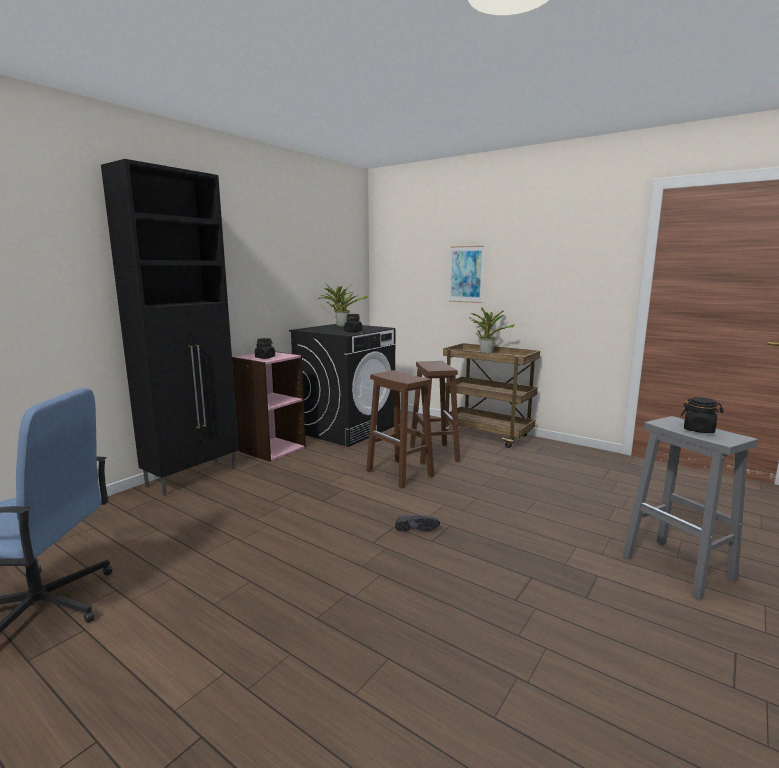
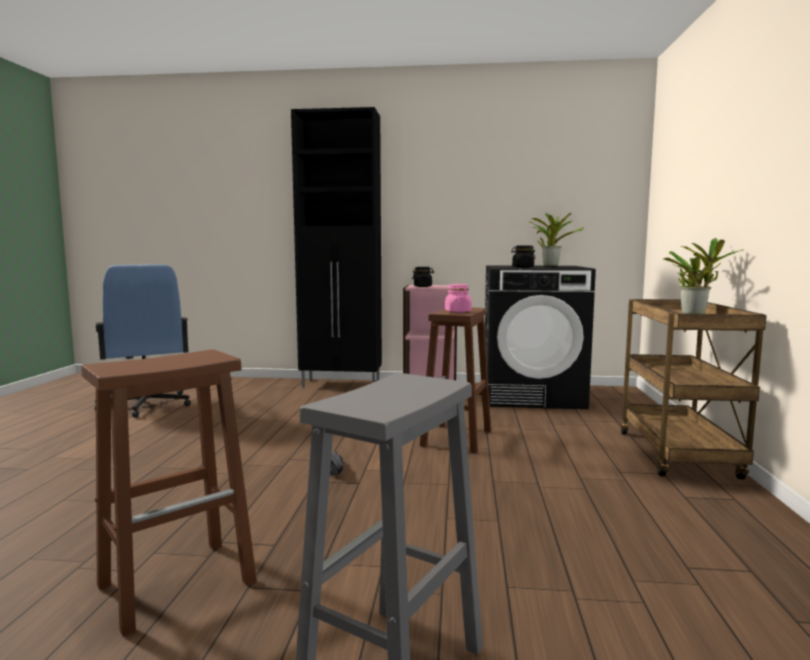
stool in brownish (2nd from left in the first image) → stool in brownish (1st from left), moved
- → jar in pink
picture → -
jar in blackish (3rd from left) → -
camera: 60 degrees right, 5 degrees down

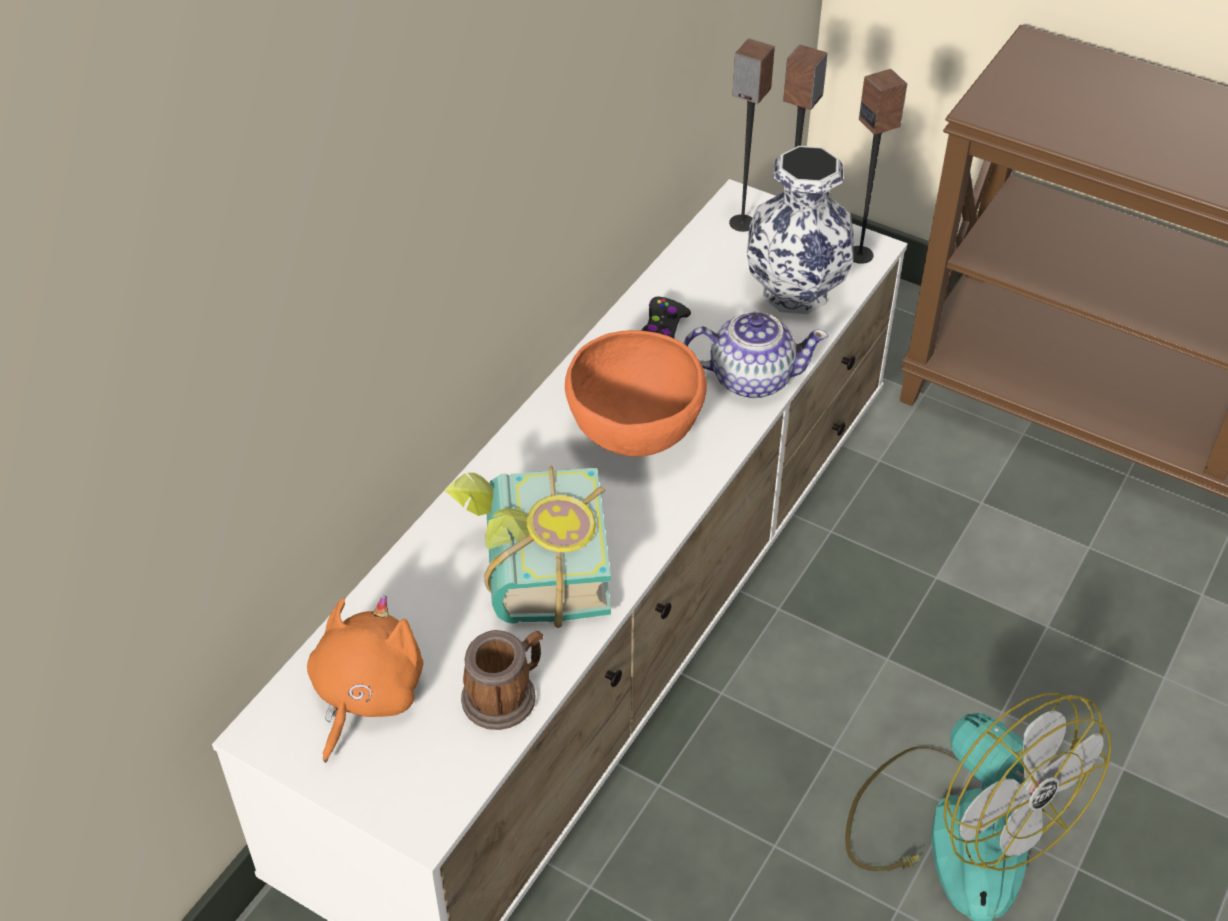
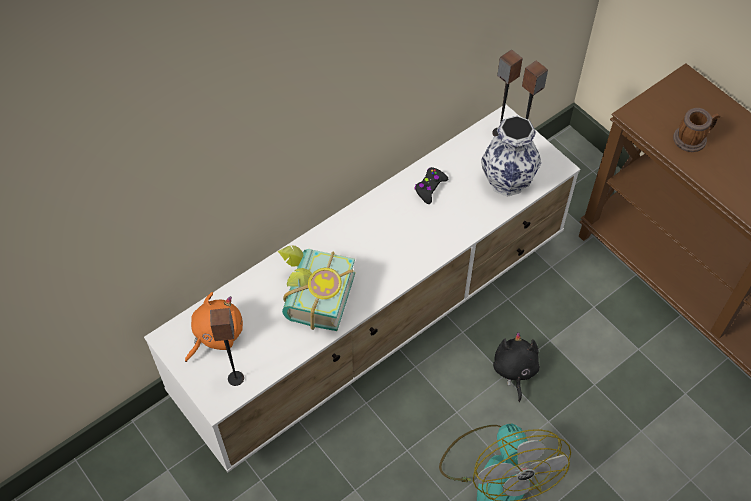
loudspeaker (3rd from left in the first image) → loudspeaker (1st from left), moved
- → soft toy in blackish
tea mug, moved
deep dish in orangey → -
teapot → -
camera: 20 degrees right, 10 degrees up

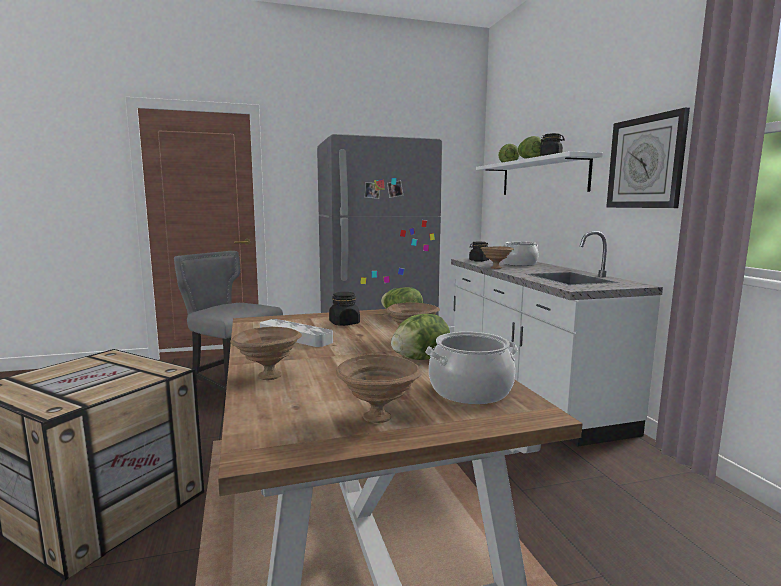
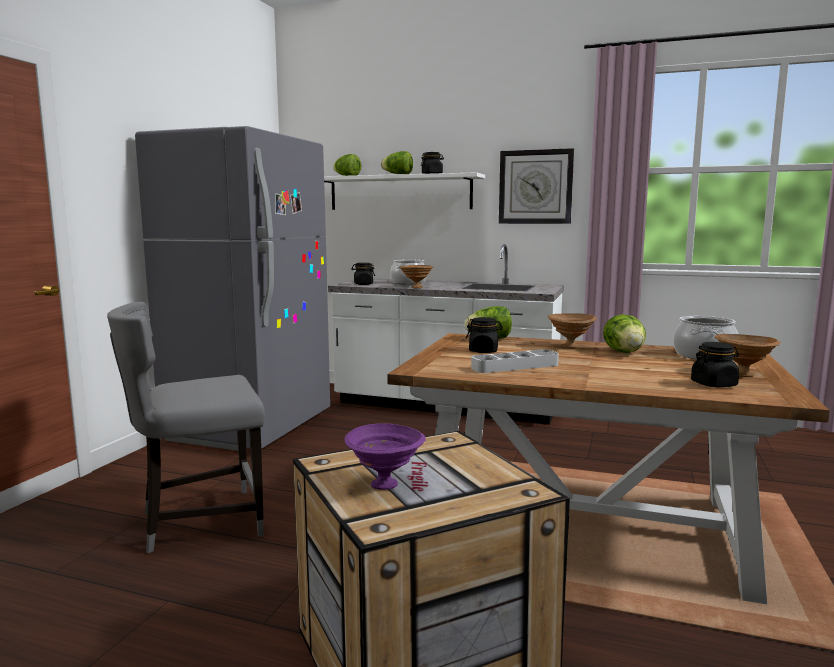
- → deep dish in purple
- → jar in blackish (4th from left)
deep dish in brownish (1st from left) → -
camera: 55 degrees left, 0 degrees up

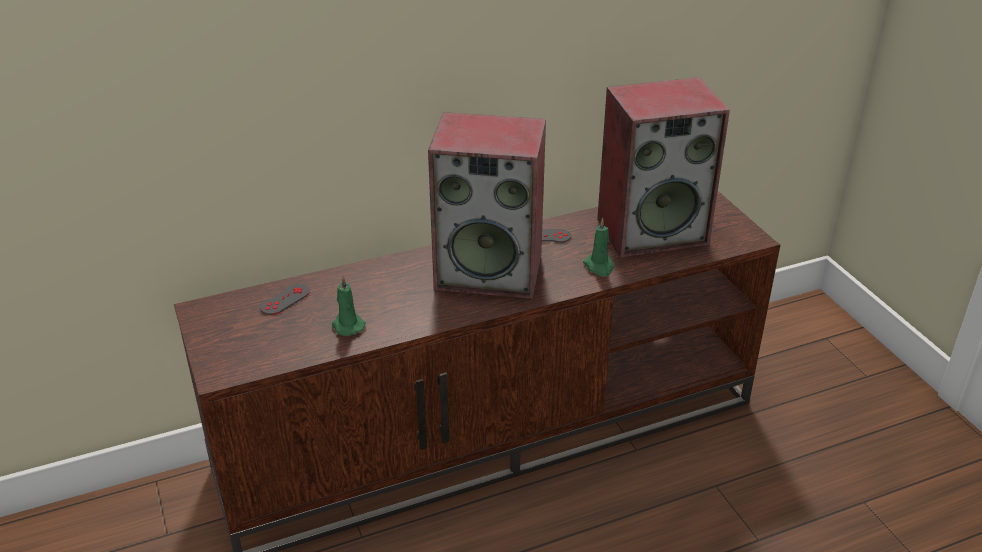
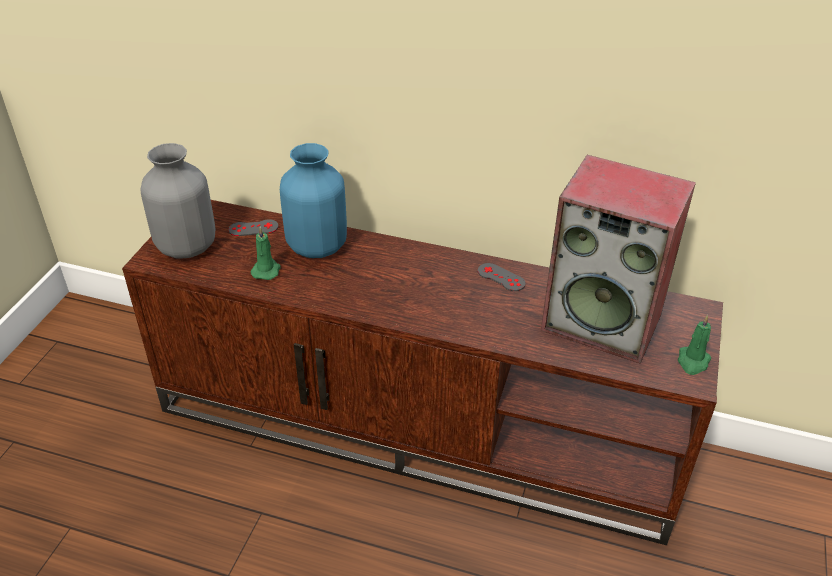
- → flower vase in gray
- → flower vase in blue-coloured
wax candle in greenish (2nd from left), moved
loudspeaker (1st from left) → -
camera: 40 degrees right, 5 degrees up

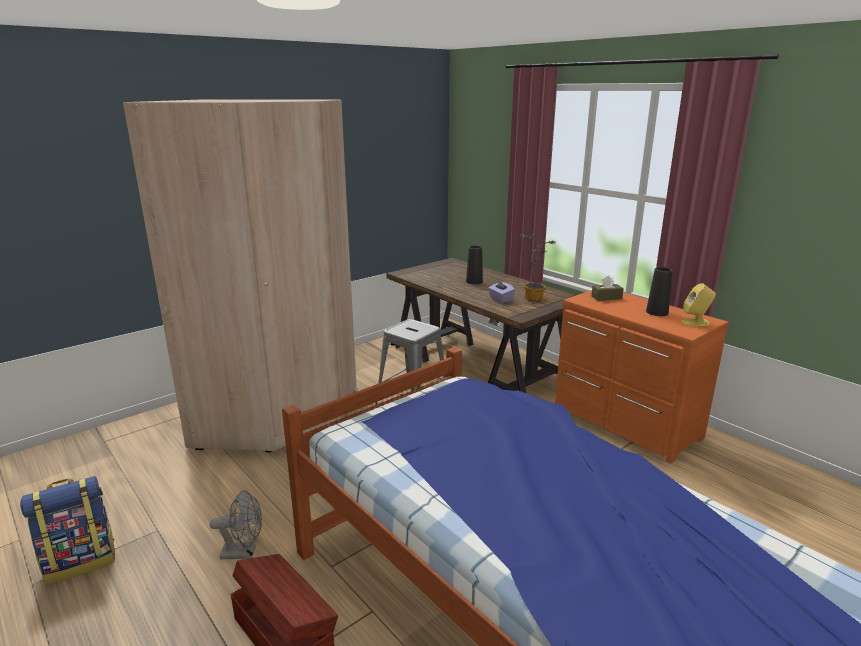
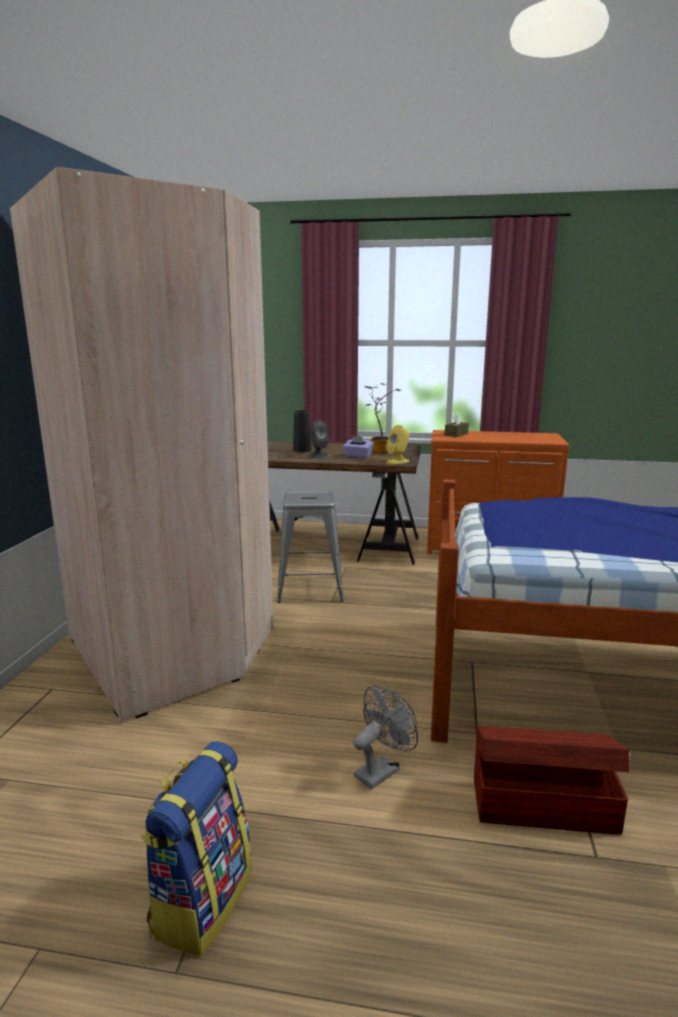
- → loudspeaker in gray
loudspeaker in yellow, moved
flower vase in blackish (2nd from left) → -
camera: 40 degrees left, 5 degrees down

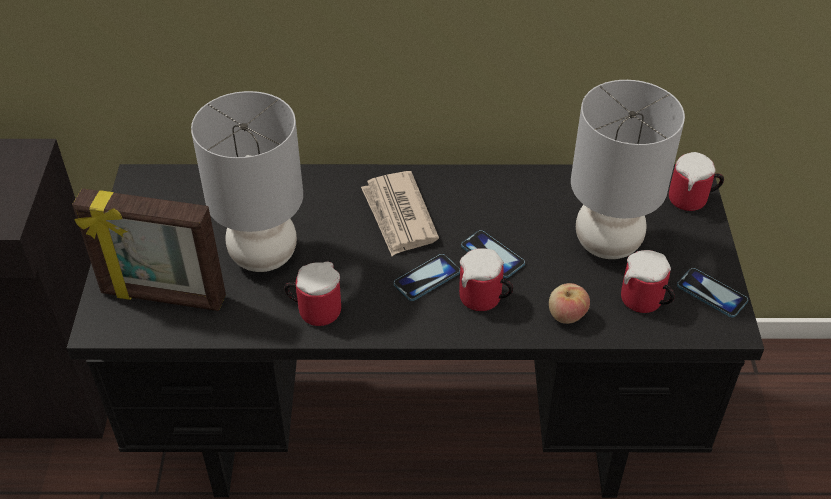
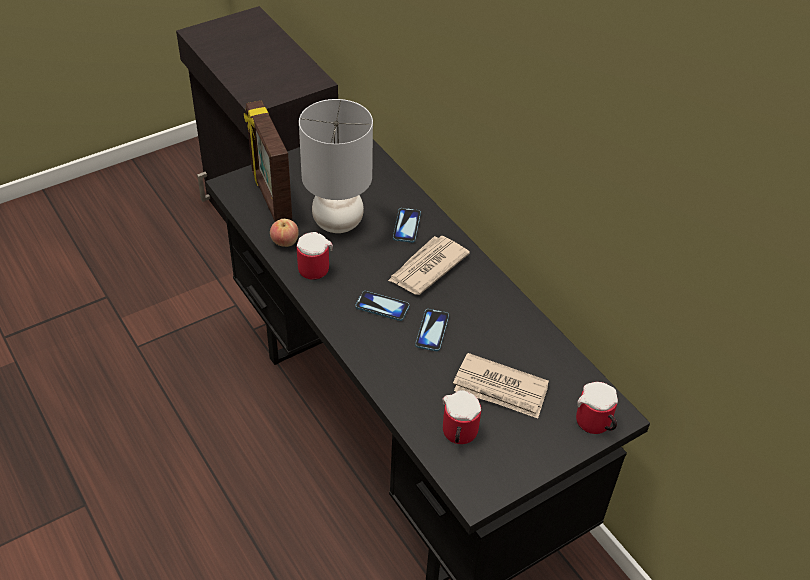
apple, moved
phone (3rd from left in the first image) → phone (2nd from left), moved
lamp for a table in gray (2nd from left) → newspaper (2nd from left)
tea mug (2nd from left) → -
camera: 55 degrees right, 0 degrees up

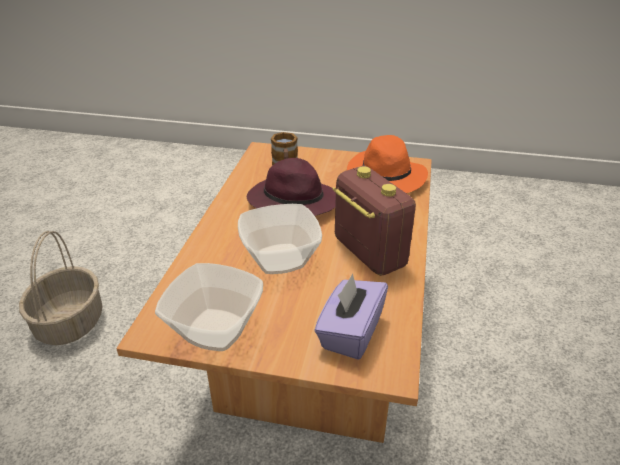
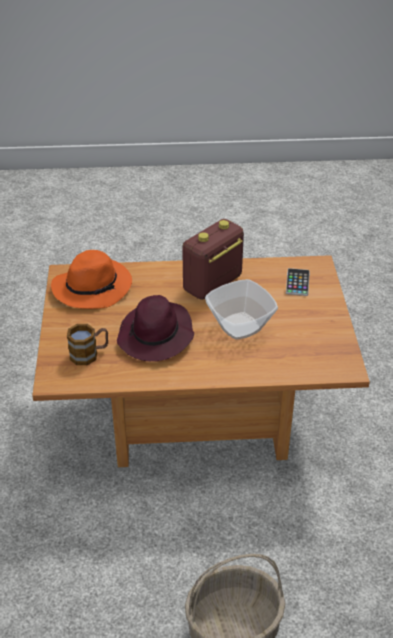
tissue box in purple → phone
deep dish (1st from left) → -
camera: 105 degrees left, 5 degrees up

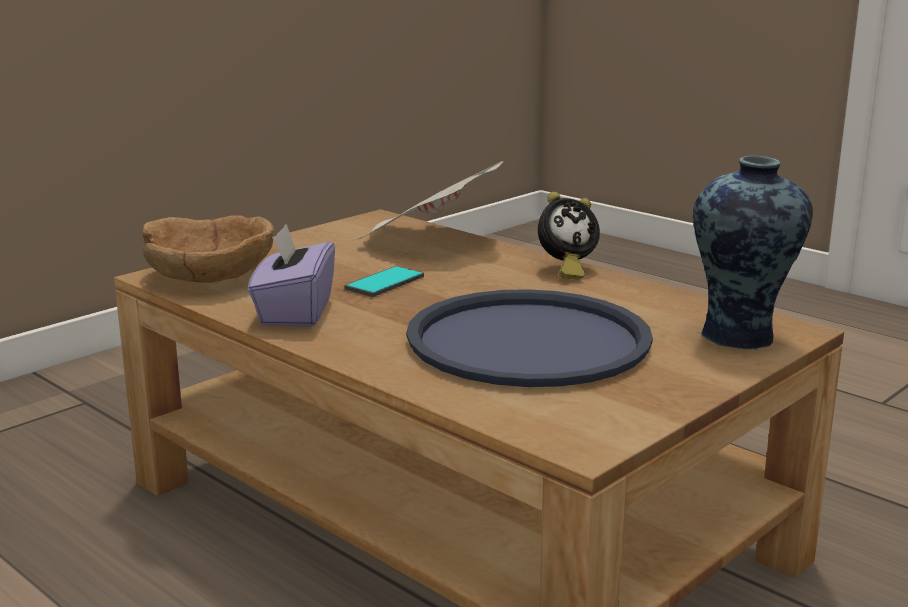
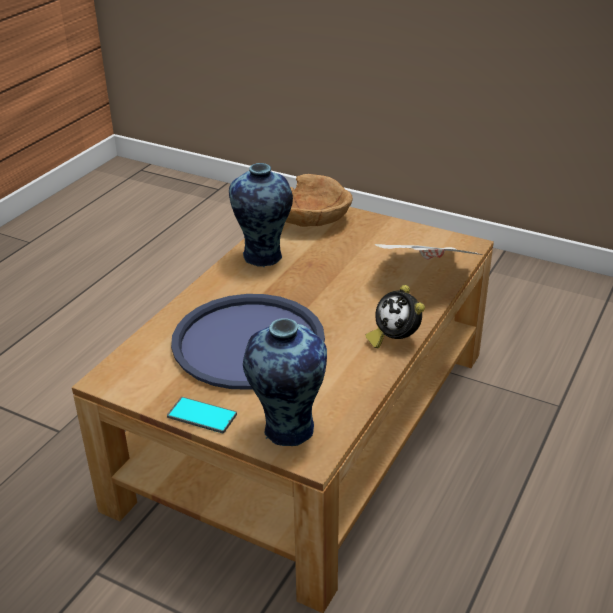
phone, moved
tissue box in purple → flower vase (1st from left)
camera: 75 degrees right, 15 degrees up

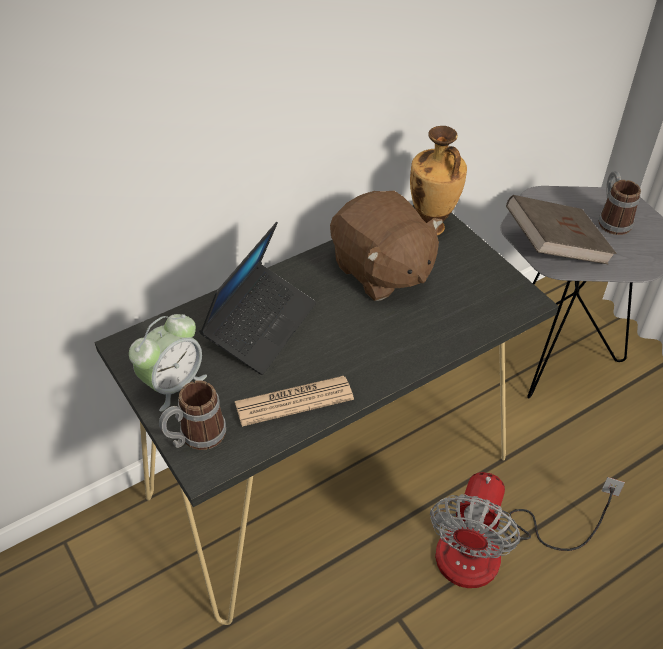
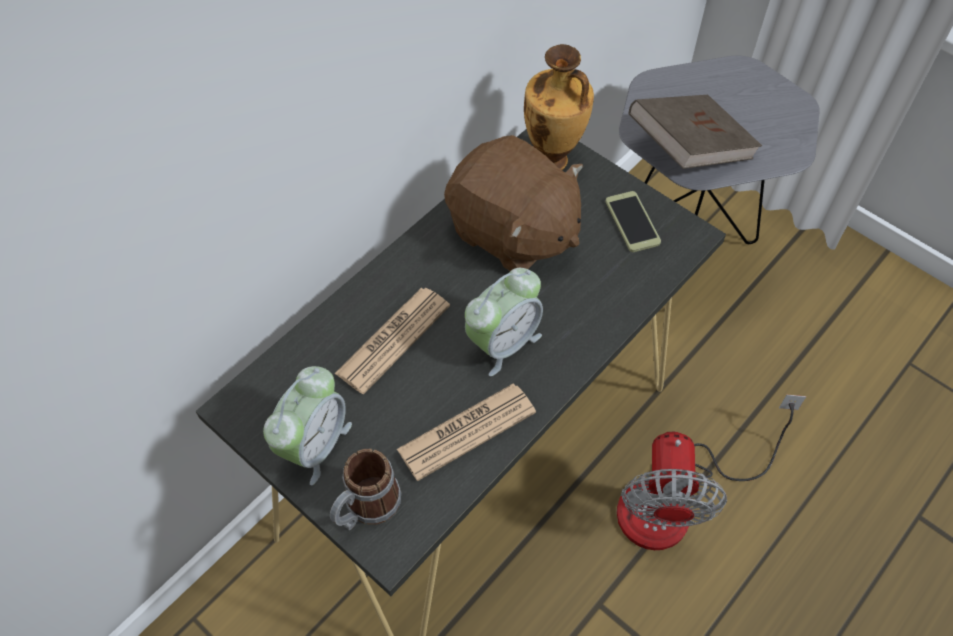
laptop → newspaper (1st from left)
- → table clock (2nd from left)
- → phone
tea mug (2nd from left) → -
camera: 15 degrees left, 10 degrees up

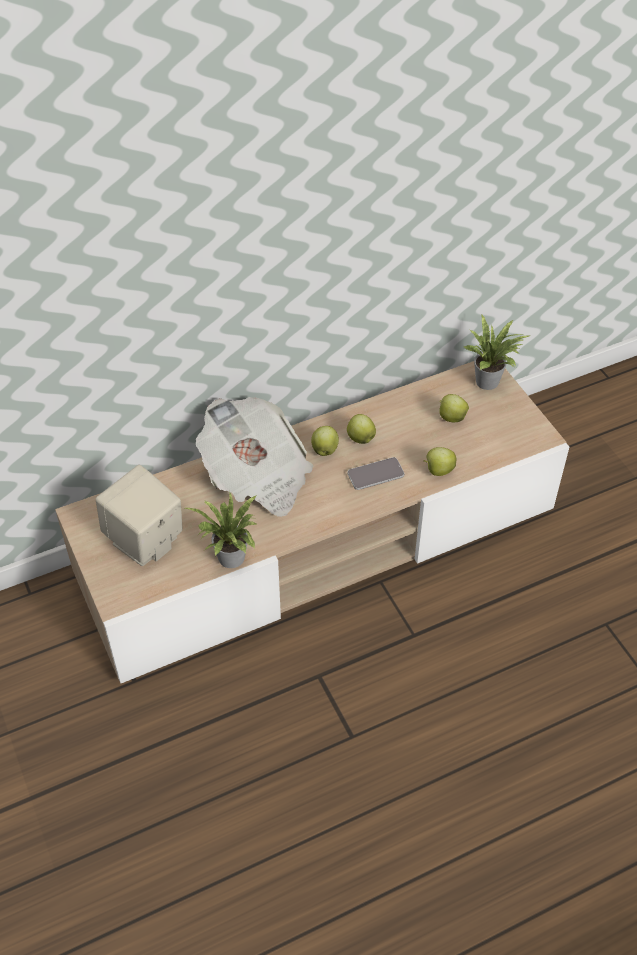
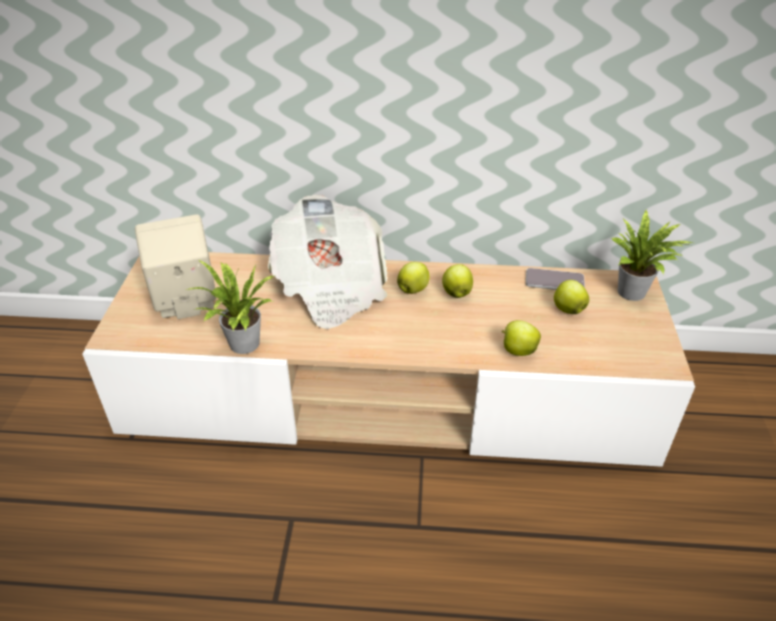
phone, moved
camera: 30 degrees right, 10 degrees down

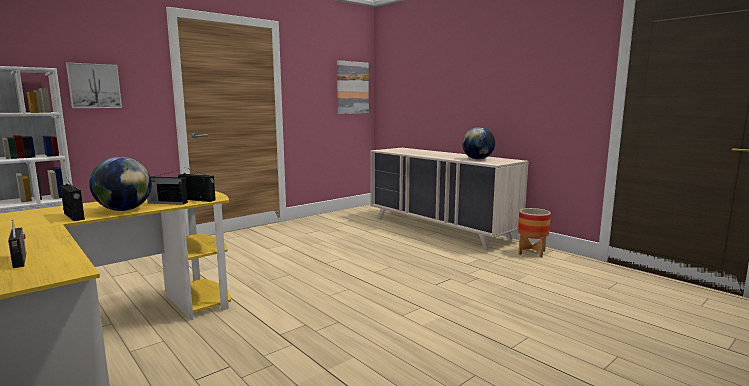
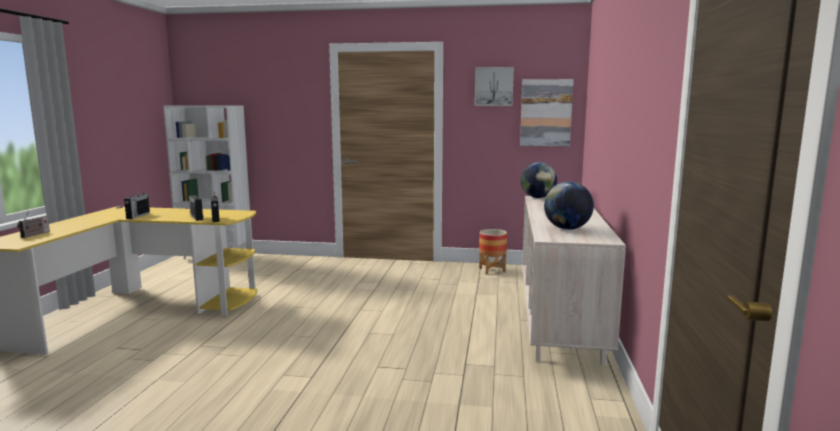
picture (1st from left), moved
flower pot, moved
world globe (1st from left), moved
camera: 50 degrees right, 0 degrees up

